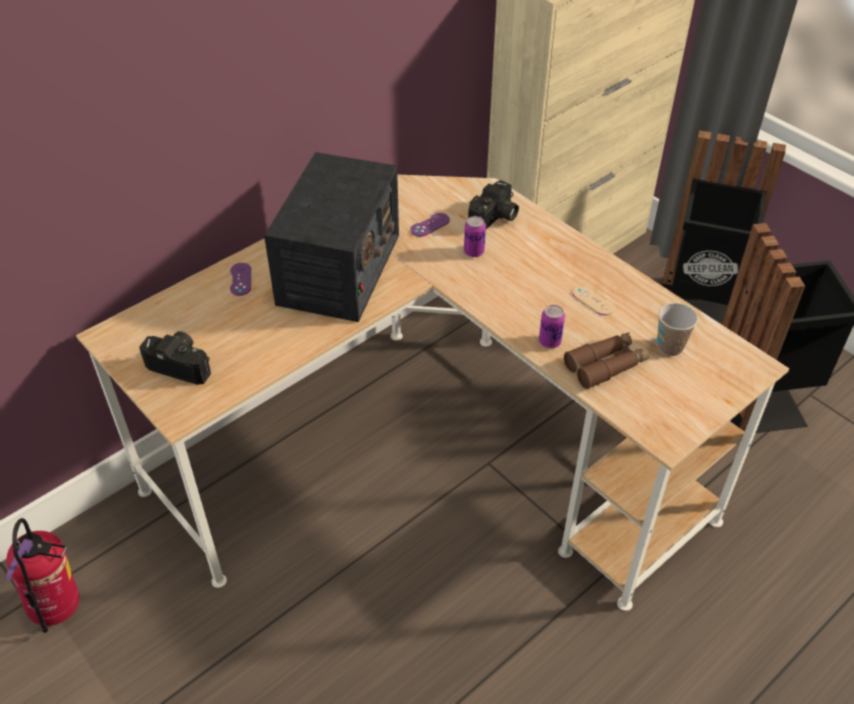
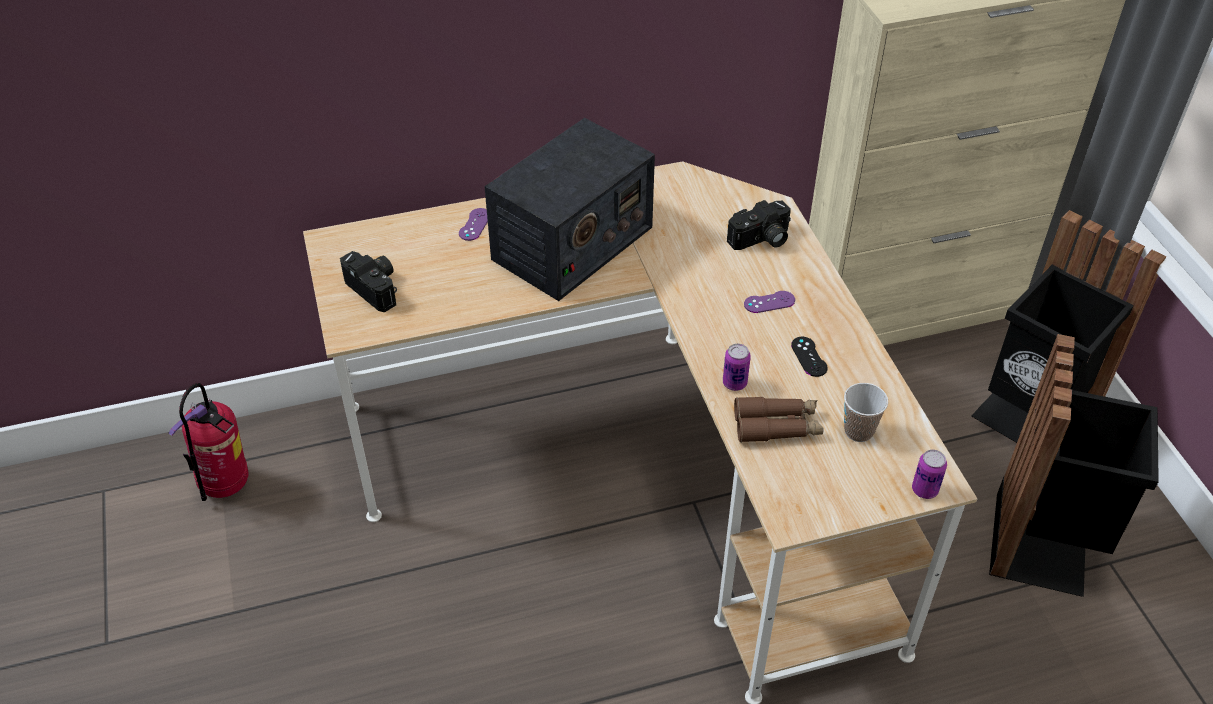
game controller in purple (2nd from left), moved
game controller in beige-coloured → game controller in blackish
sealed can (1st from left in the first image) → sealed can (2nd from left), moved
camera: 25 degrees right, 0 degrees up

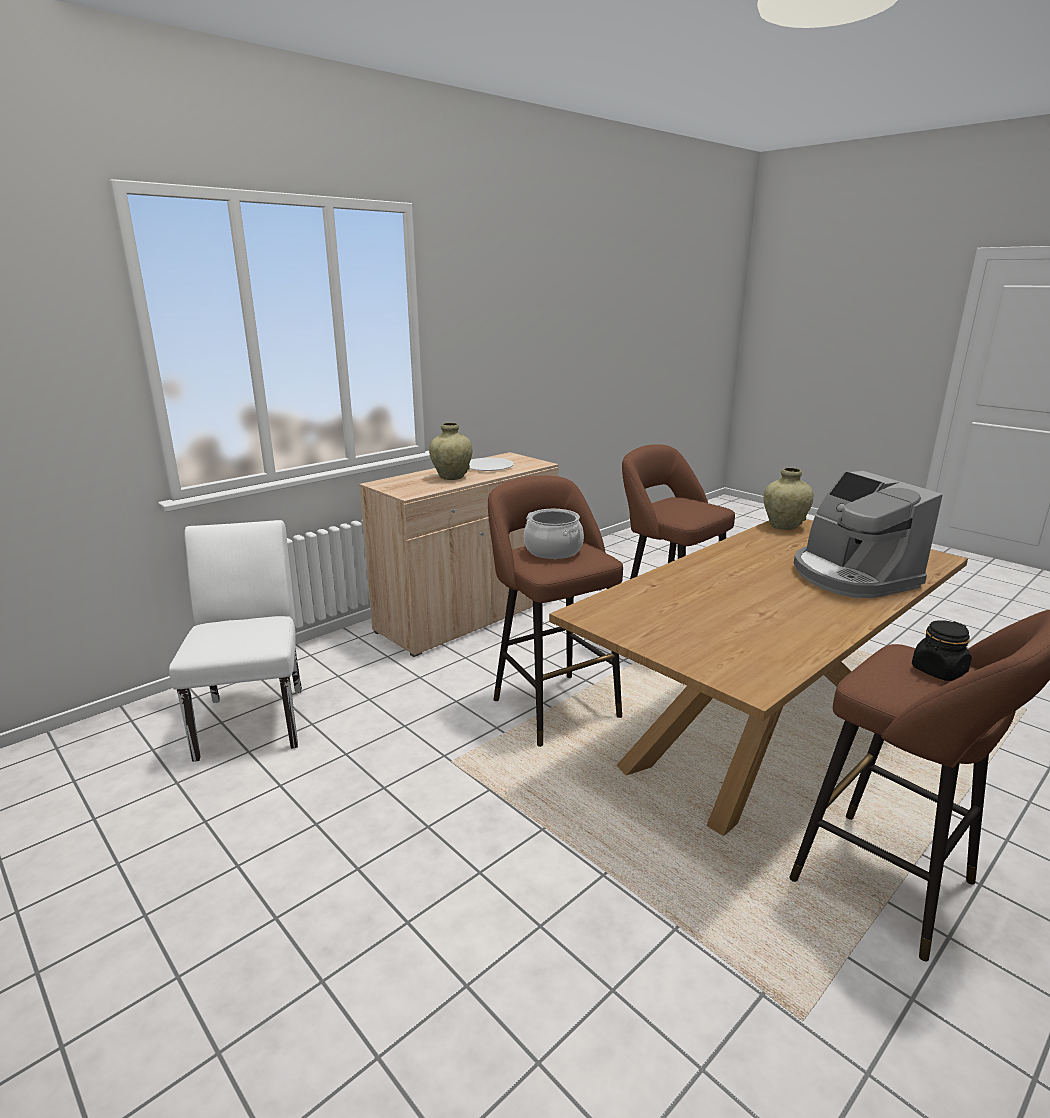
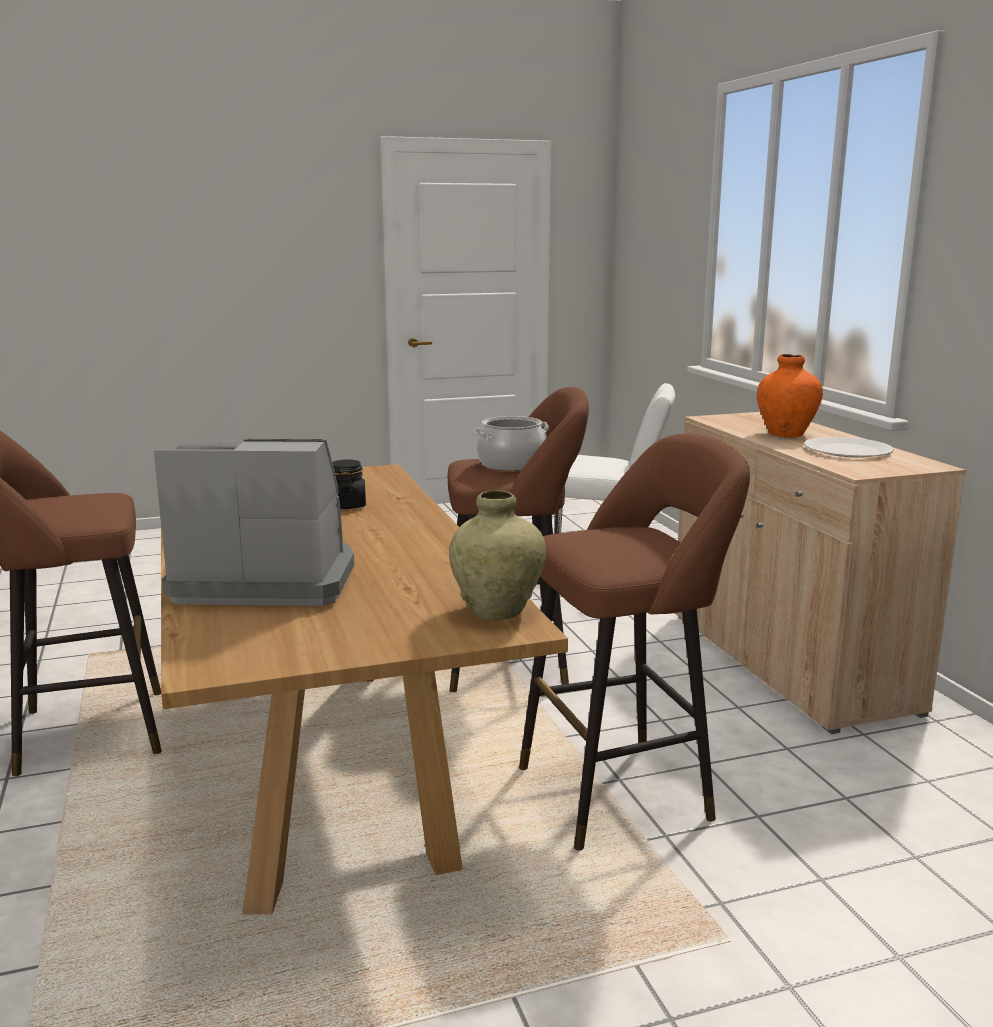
jar in blackish, moved
flower vase in beige-coloured (1st from left) → flower vase in orangey
camera: 115 degrees right, 5 degrees down

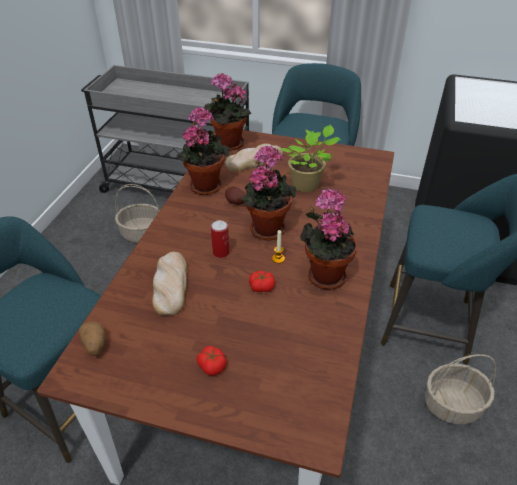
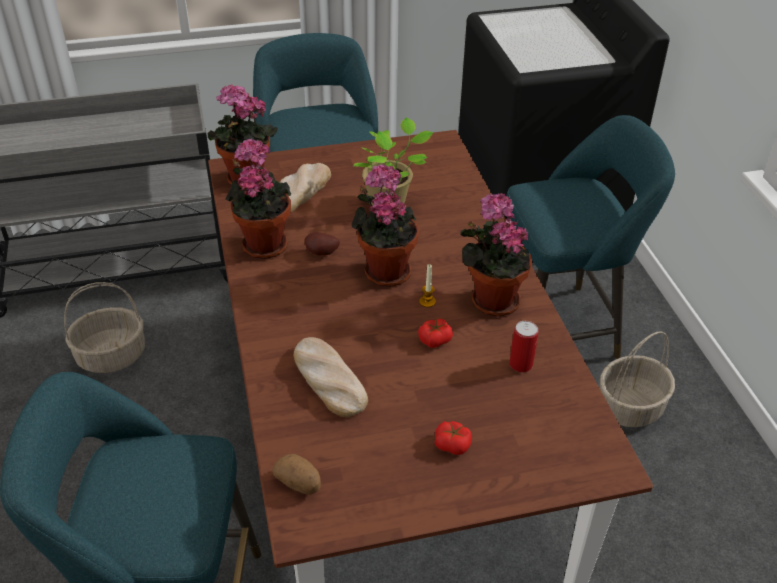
sealed can, moved
camera: 30 degrees left, 0 degrees up

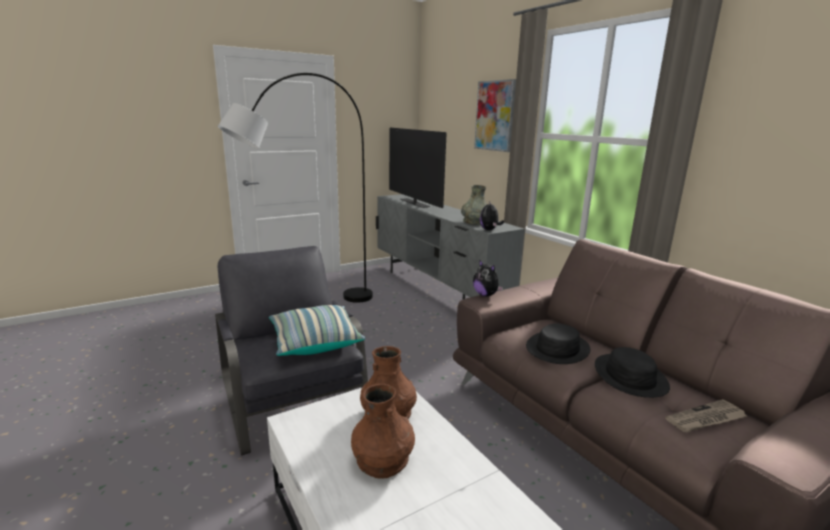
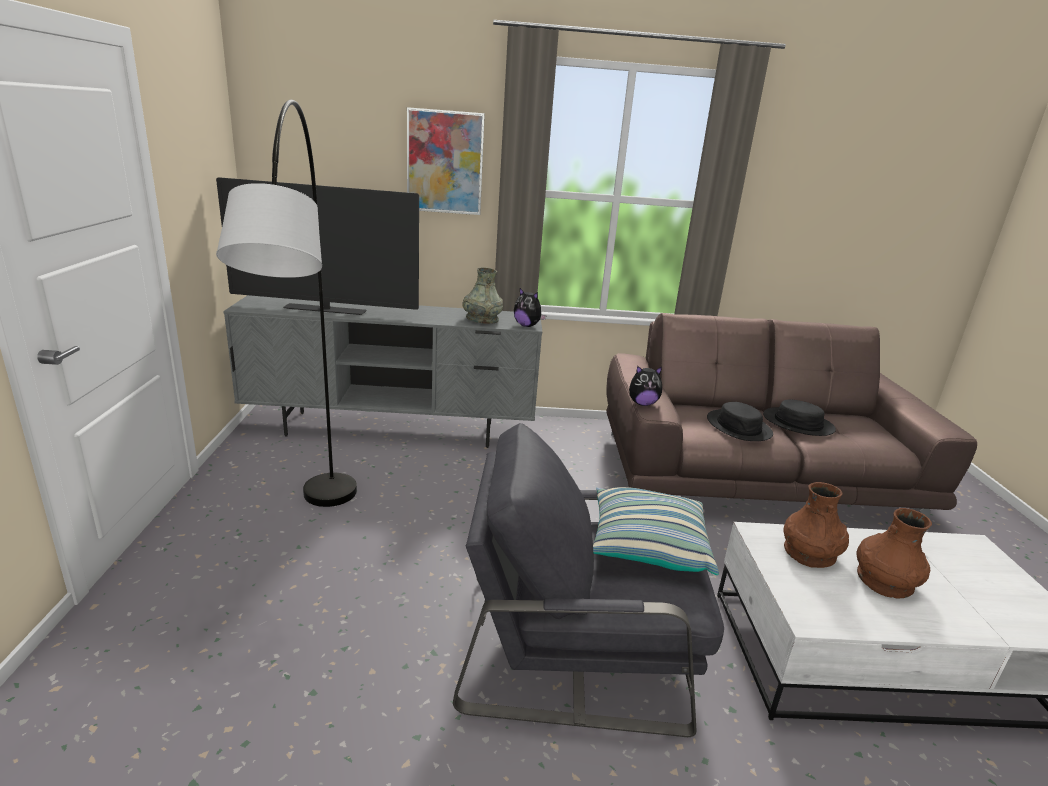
newspaper → -
camera: 60 degrees left, 5 degrees up

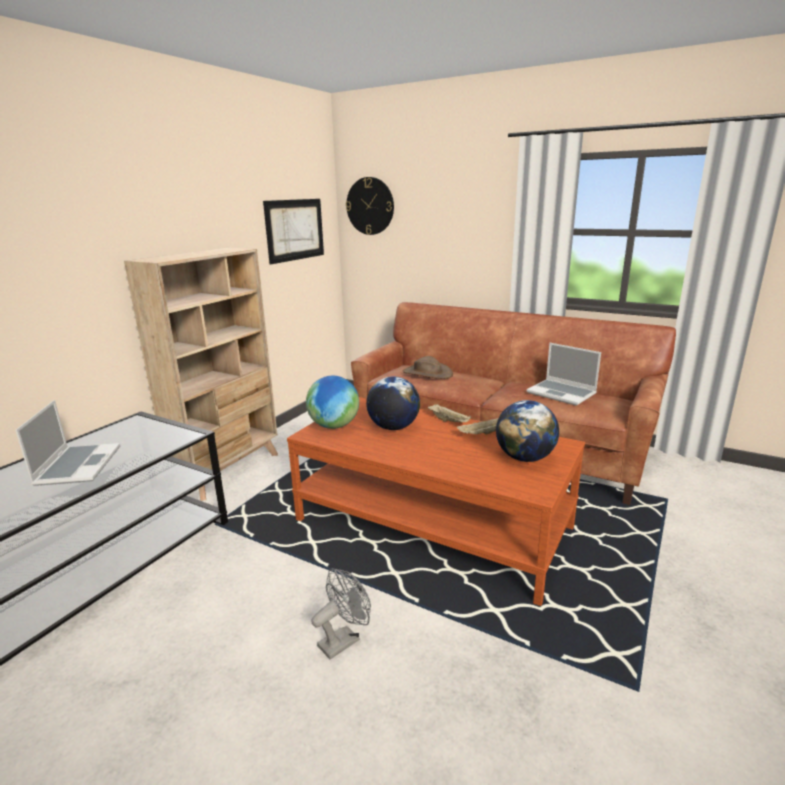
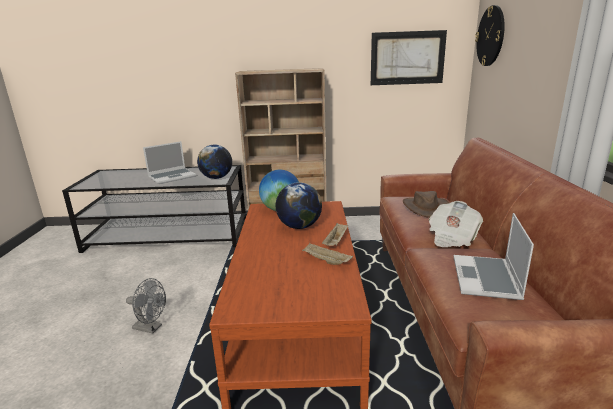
world globe (3rd from left in the first image) → world globe (1st from left), moved
- → newspaper
camera: 60 degrees right, 0 degrees up

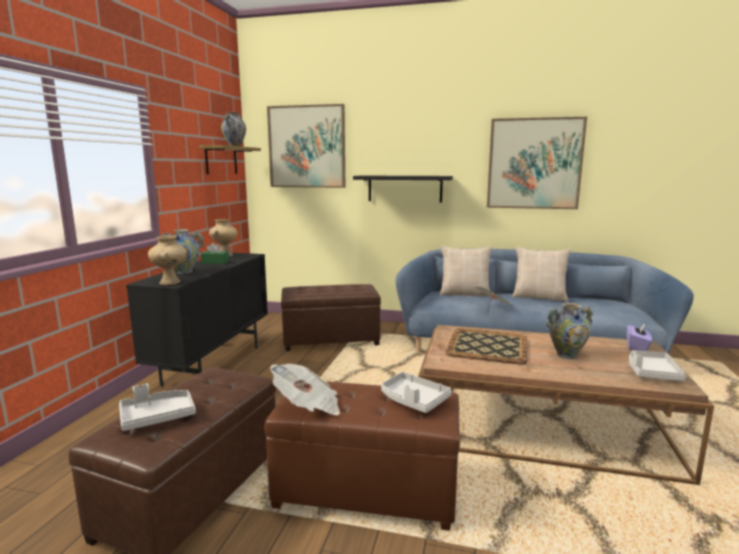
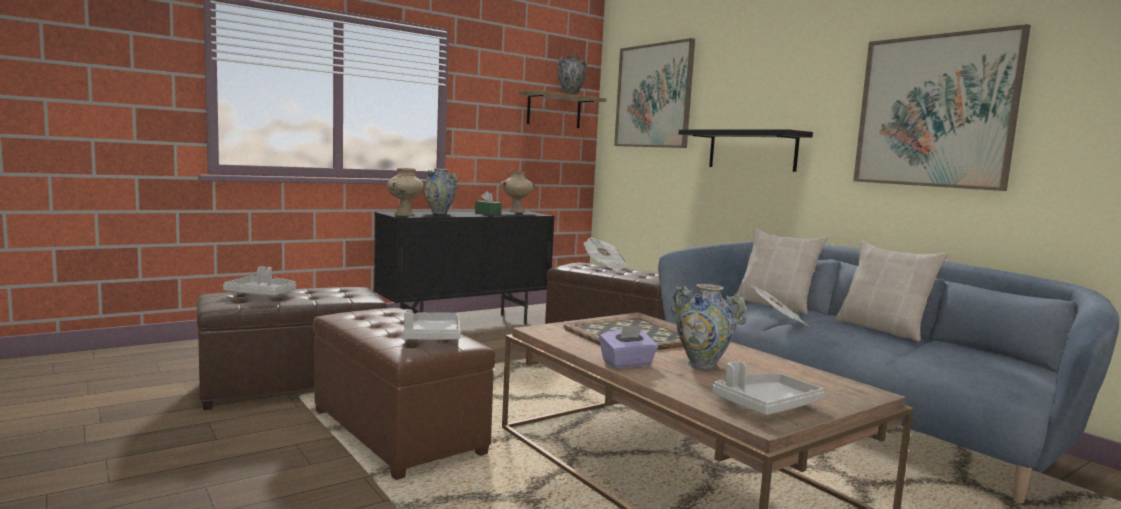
newspaper (1st from left), moved
tissue box in purple, moved
camera: 40 degrees right, 5 degrees down

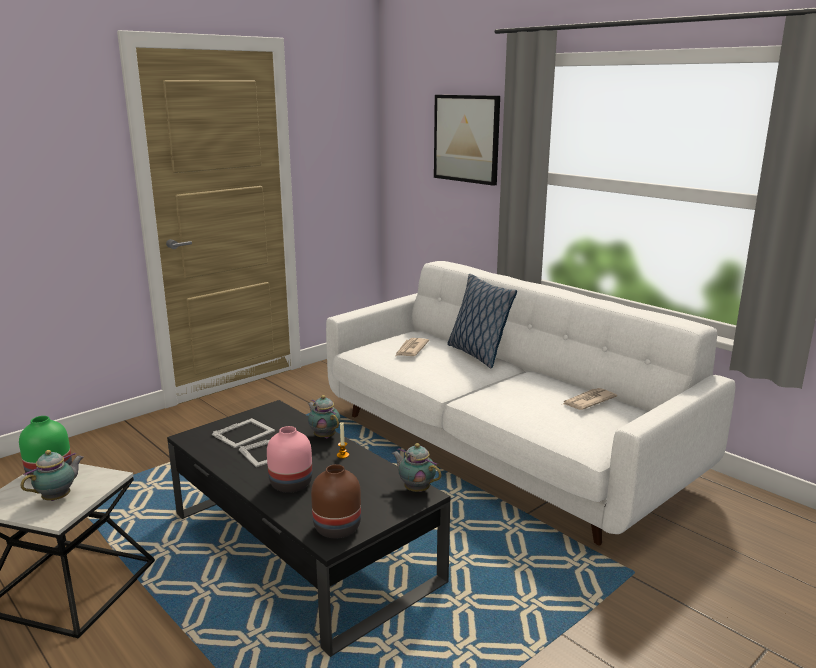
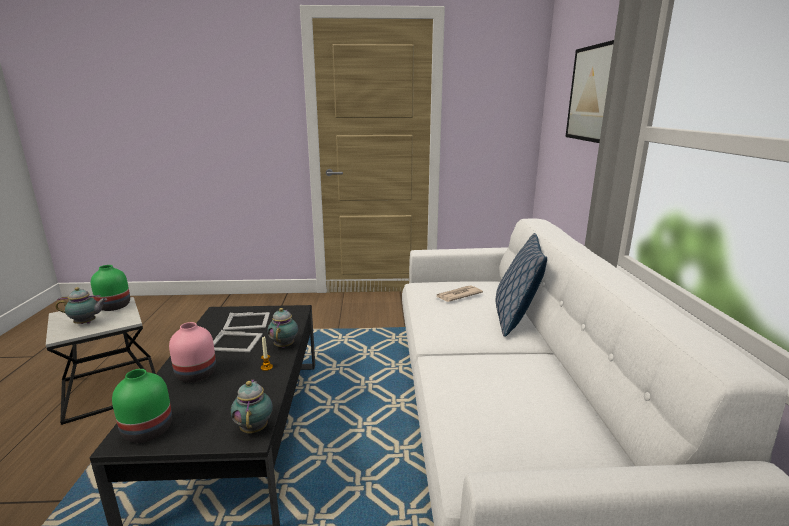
flower vase in brownish → flower vase in greenish (2nd from left)
newspaper (2nd from left) → -
camera: 40 degrees right, 0 degrees up

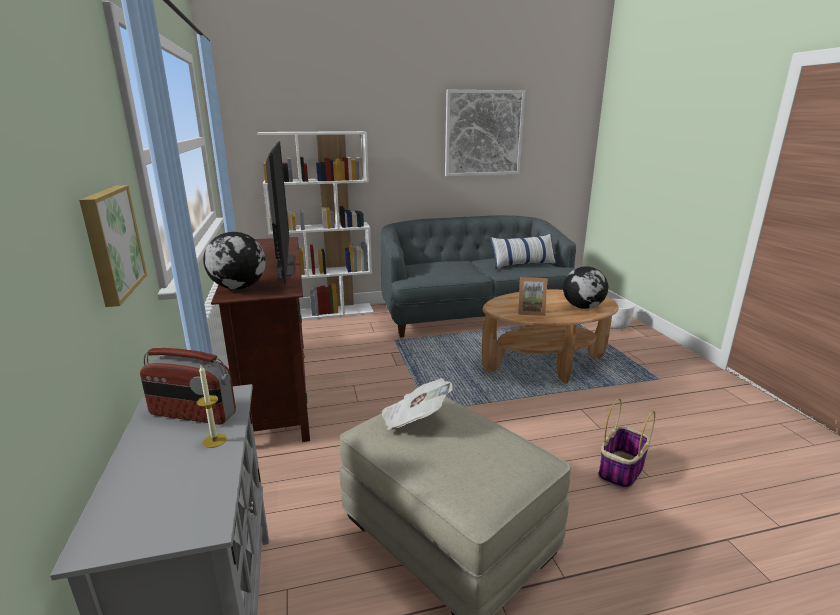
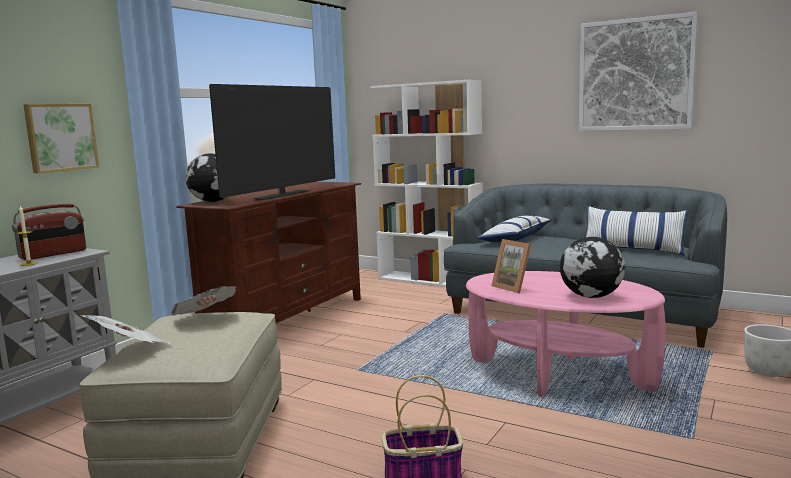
radio set, 105 degrees counterclockwise
- → newspaper (1st from left)
coffee table in brownish → coffee table in pink
- → pillow (1st from left)
camera: 45 degrees right, 10 degrees down

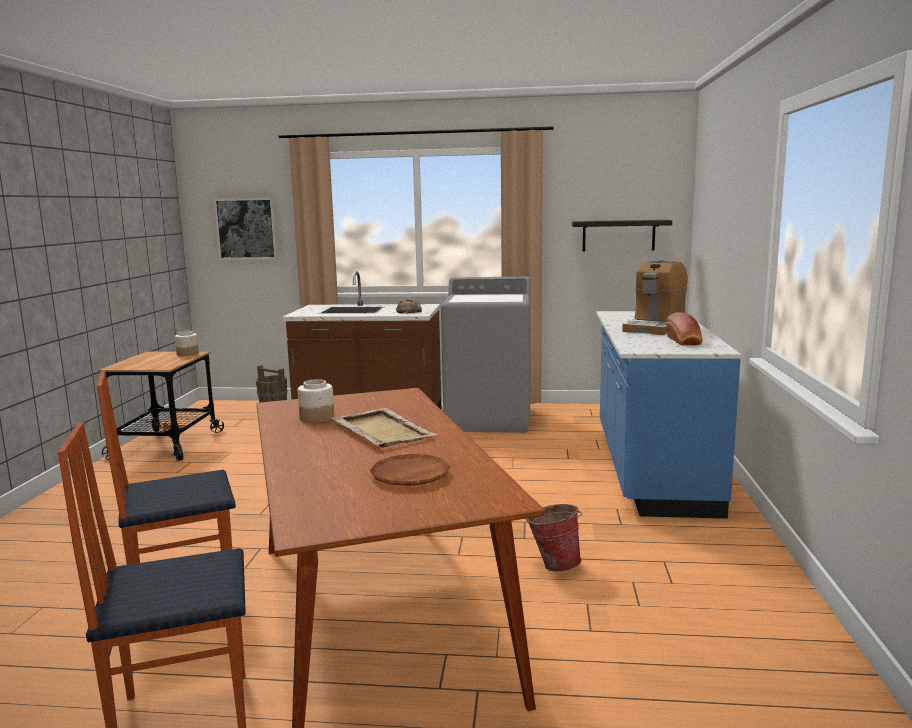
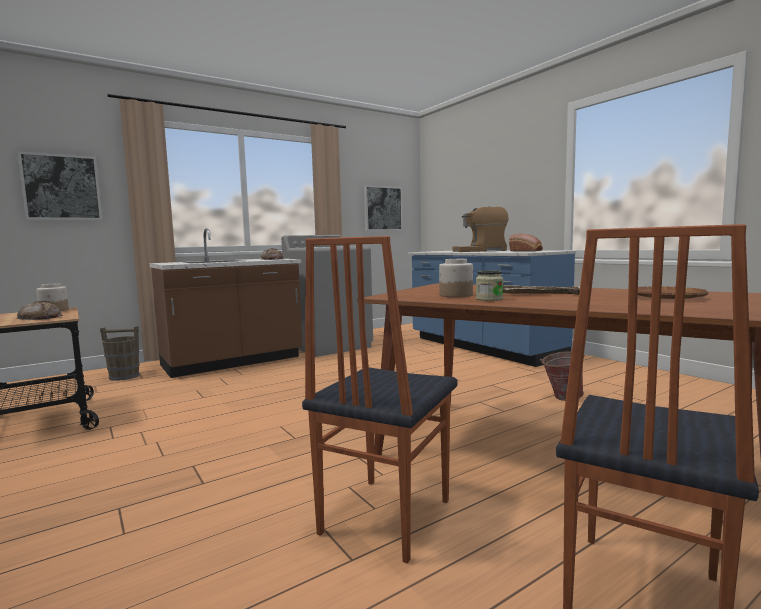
- → bakery bread (1st from left)
wall shelf in blackish → picture (2nd from left)
coffee machine, 90 degrees clockwise
- → jar (3rd from left)
camera: 40 degrees left, 5 degrees down

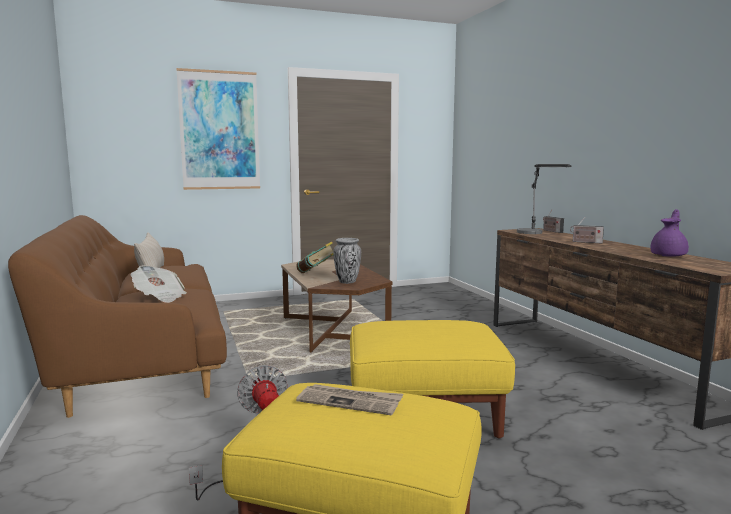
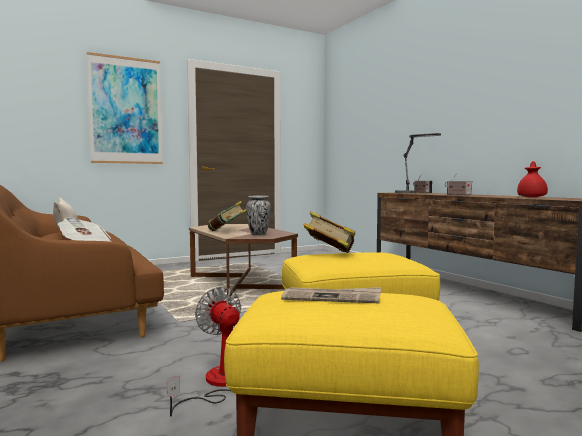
- → book (2nd from left)
teapot in purple → teapot in reddish
camera: 10 degrees left, 5 degrees down

